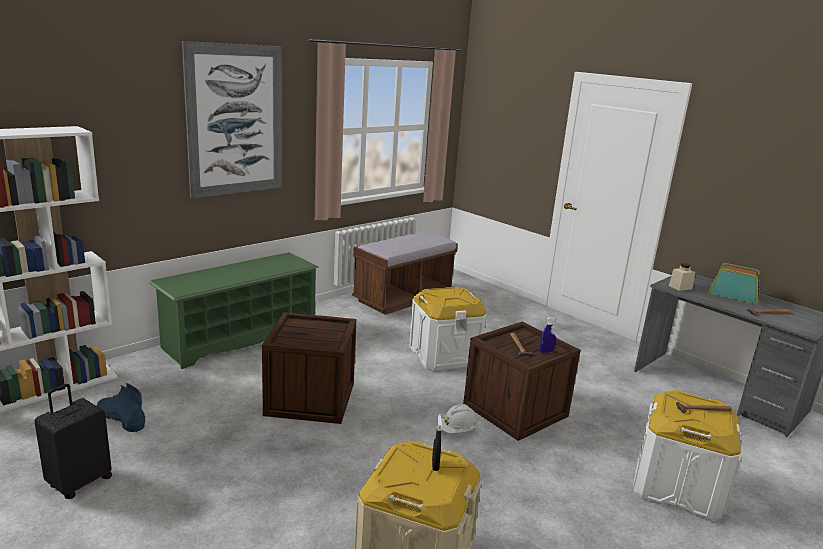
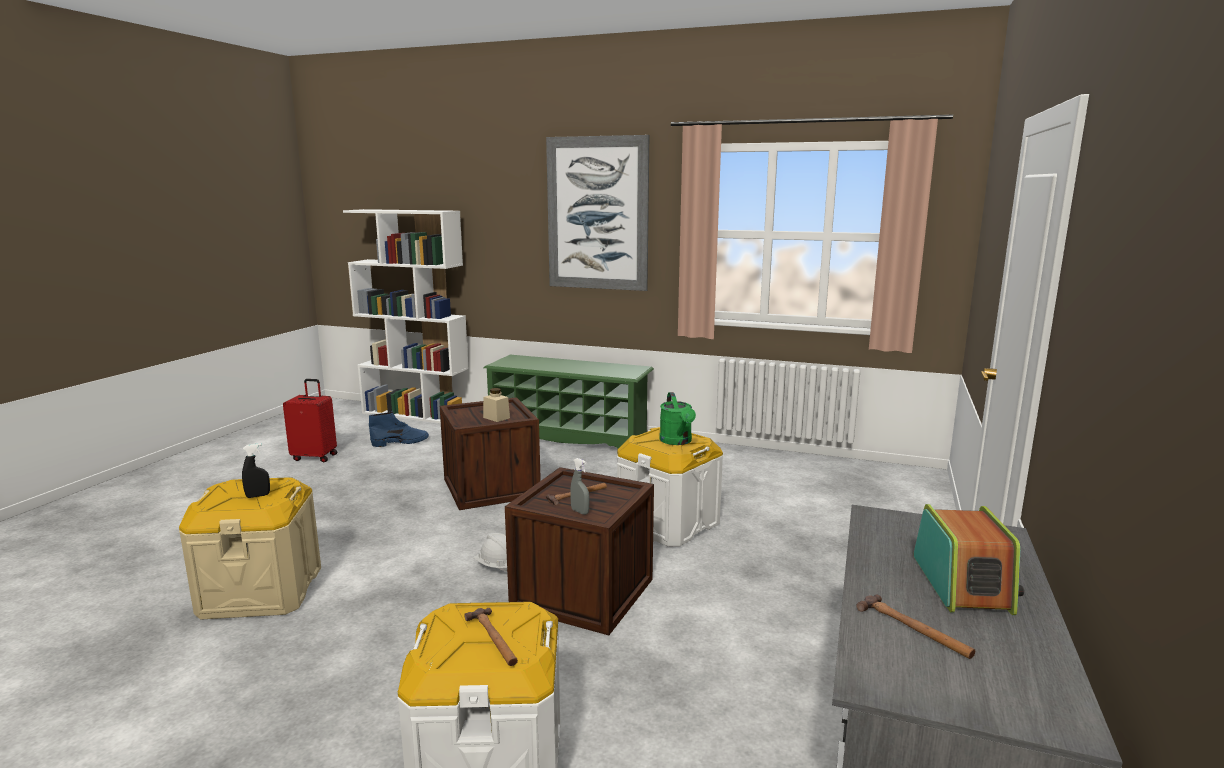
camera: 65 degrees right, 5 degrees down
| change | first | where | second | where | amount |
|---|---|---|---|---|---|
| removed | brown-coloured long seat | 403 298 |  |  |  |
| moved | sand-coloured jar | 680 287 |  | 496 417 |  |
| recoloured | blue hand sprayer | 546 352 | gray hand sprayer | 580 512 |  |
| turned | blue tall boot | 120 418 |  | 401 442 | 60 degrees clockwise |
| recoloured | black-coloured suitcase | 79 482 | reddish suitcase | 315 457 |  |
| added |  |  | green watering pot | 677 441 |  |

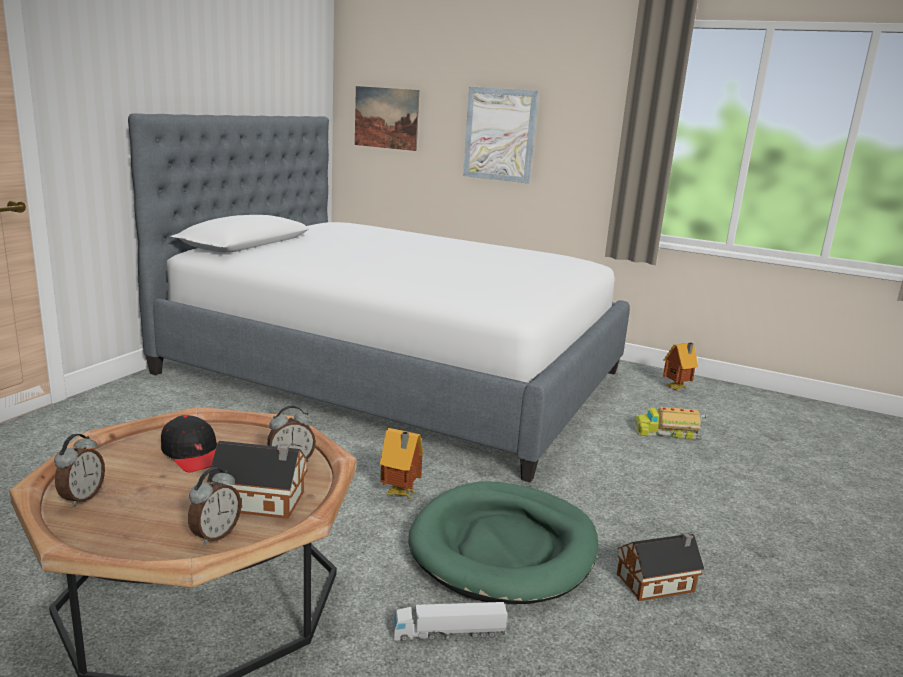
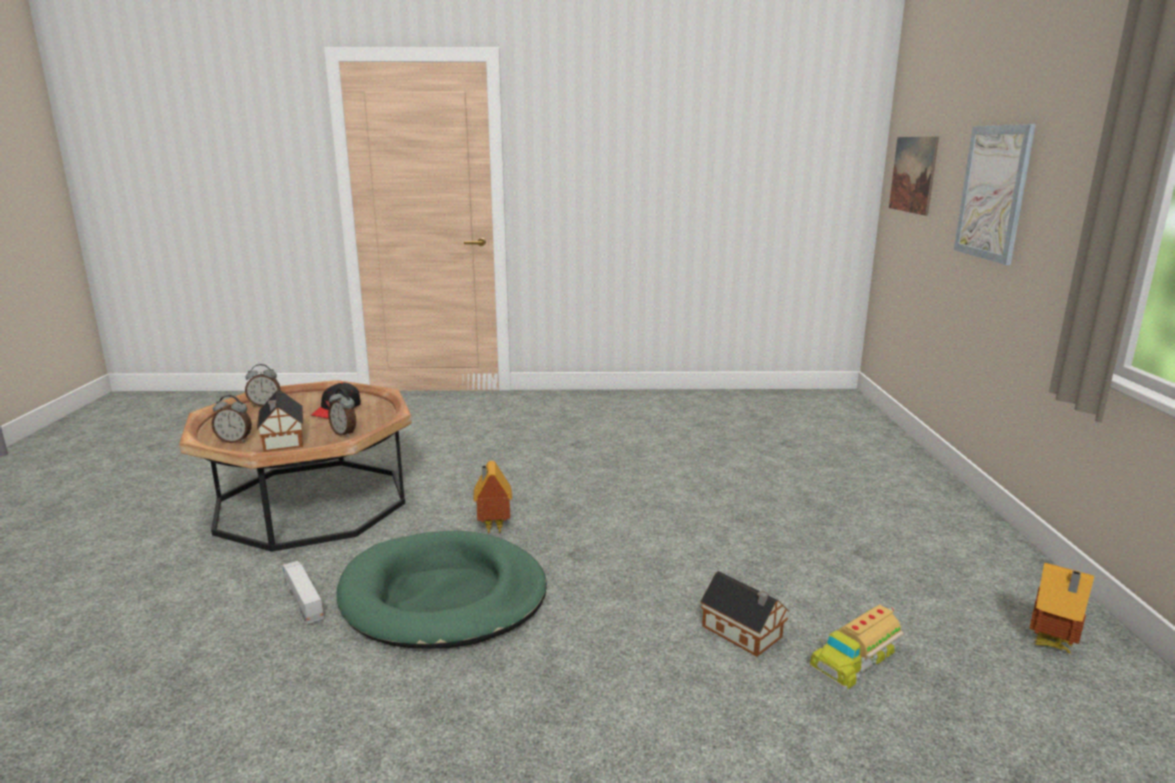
camera: 65 degrees right, 0 degrees up
| change | first | where | second | where | amount |
|---|---|---|---|---|---|
| removed | sleeping bed | 396 372 |  |  |  |
| turned | toy truck | 666 432 |  | 855 657 | 105 degrees counterclockwise |
| moved | model house | 658 582 |  | 744 633 |  |

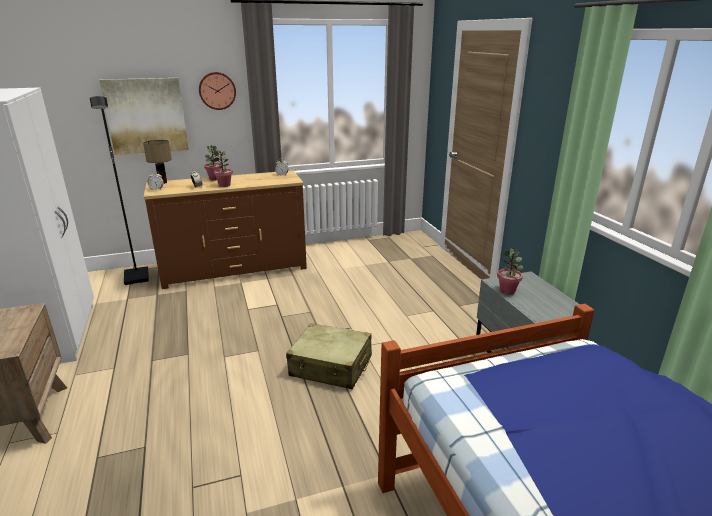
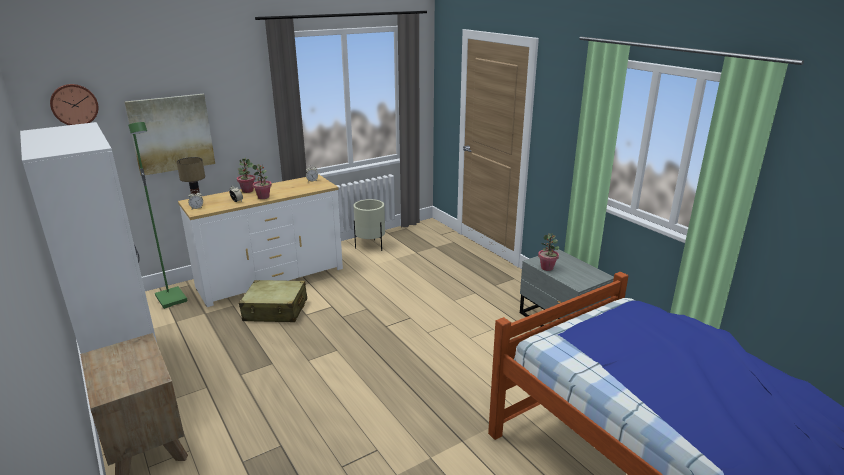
camera: 15 degrees left, 0 degrees up
| change | first | where | second | where | amount |
|---|---|---|---|---|---|
| moved | wall clock | 217 90 |  | 74 104 |  |
| recoloured | black-coloured standing lamp | 137 277 | green standing lamp | 172 299 |  |
| recoloured | brown-coloured dresser | 234 269 | whitish dresser | 271 278 |  |
| moved | sand-coloured suitcase | 331 366 |  | 276 310 |  |
| added |  |  | sand-coloured plant pot | 370 246 |  |

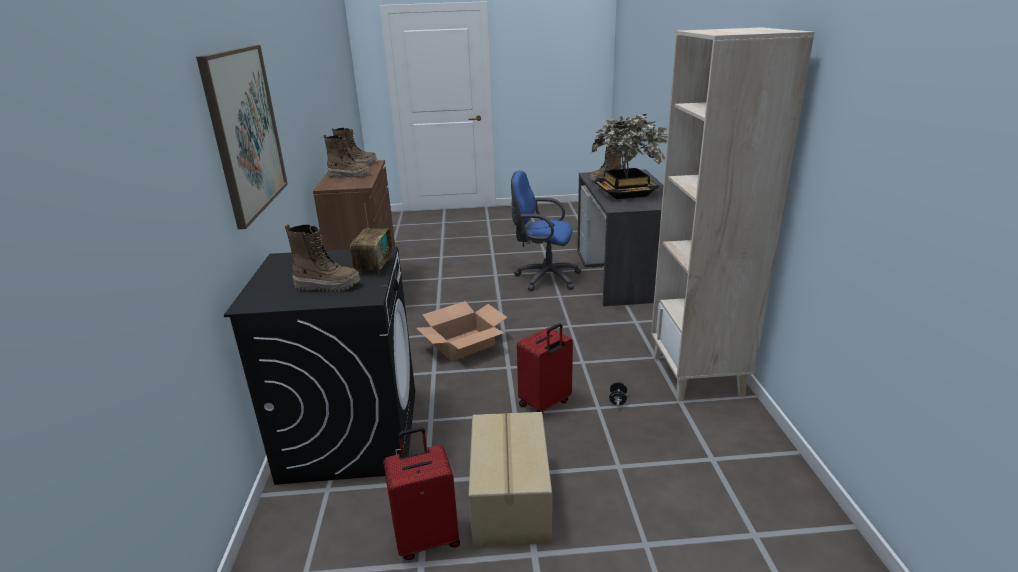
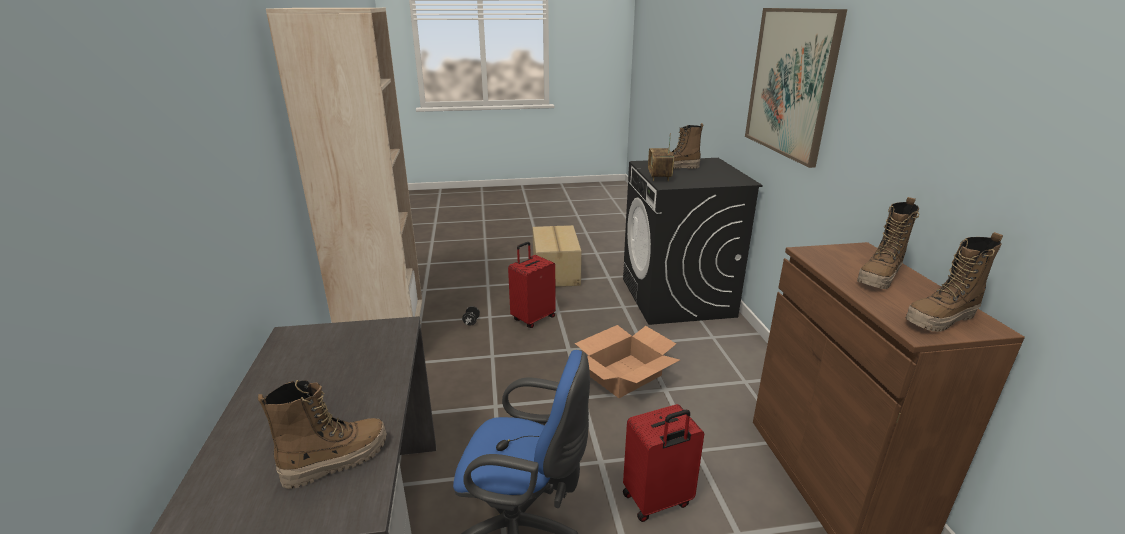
camera: 175 degrees right, 0 degrees up
| change | first | where | second | where | amount |
|---|---|---|---|---|---|
| removed | plant in a pot | 625 193 |  |  |  |
| turned | tall boot | 349 175 |  | 879 278 | 45 degrees counterclockwise |
| moved | reddish suitcase | 427 538 |  | 657 501 |  |

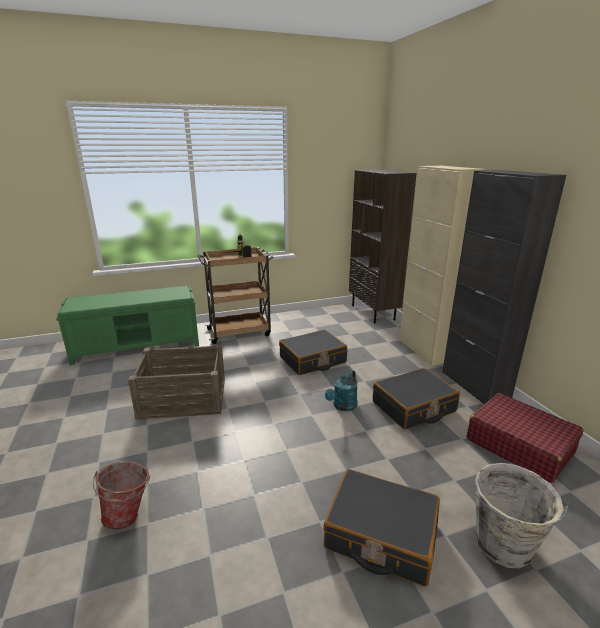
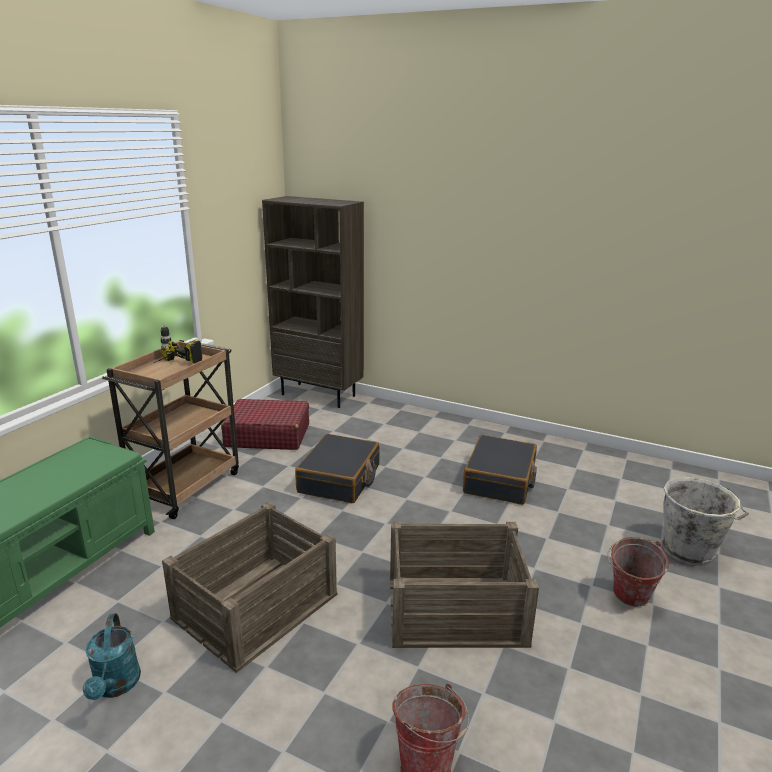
camera: 45 degrees left, 0 degrees up
| change | first | where | second | where | amount |
|---|---|---|---|---|---|
| removed | sand-coloured cabinet | 425 350 |  |  |  |
| removed | black-coloured cabinet | 474 386 |  |  |  |
| moved | turquoise-coloured watering pot | 342 406 |  | 116 686 |  |
| moved | reddish suitcase | 519 445 |  | 267 435 |  |
| replaced | black-coloured suitcase | 380 535 | pail | 628 600 |  |
| added |  |  | crate | 456 610 |  |

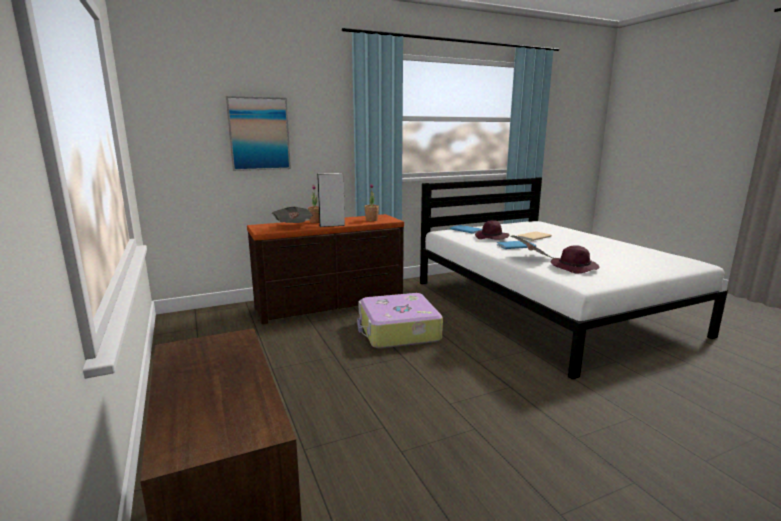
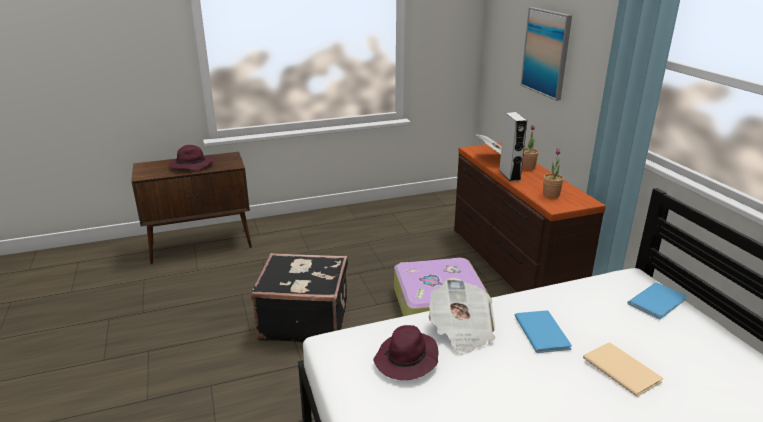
camera: 95 degrees right, 10 degrees up
| change | first | where | second | where | amount |
|---|---|---|---|---|---|
| moved | purplish hat | 492 237 |  | 190 166 |  |
| added |  |  | black-coloured suitcase | 304 320 |  |

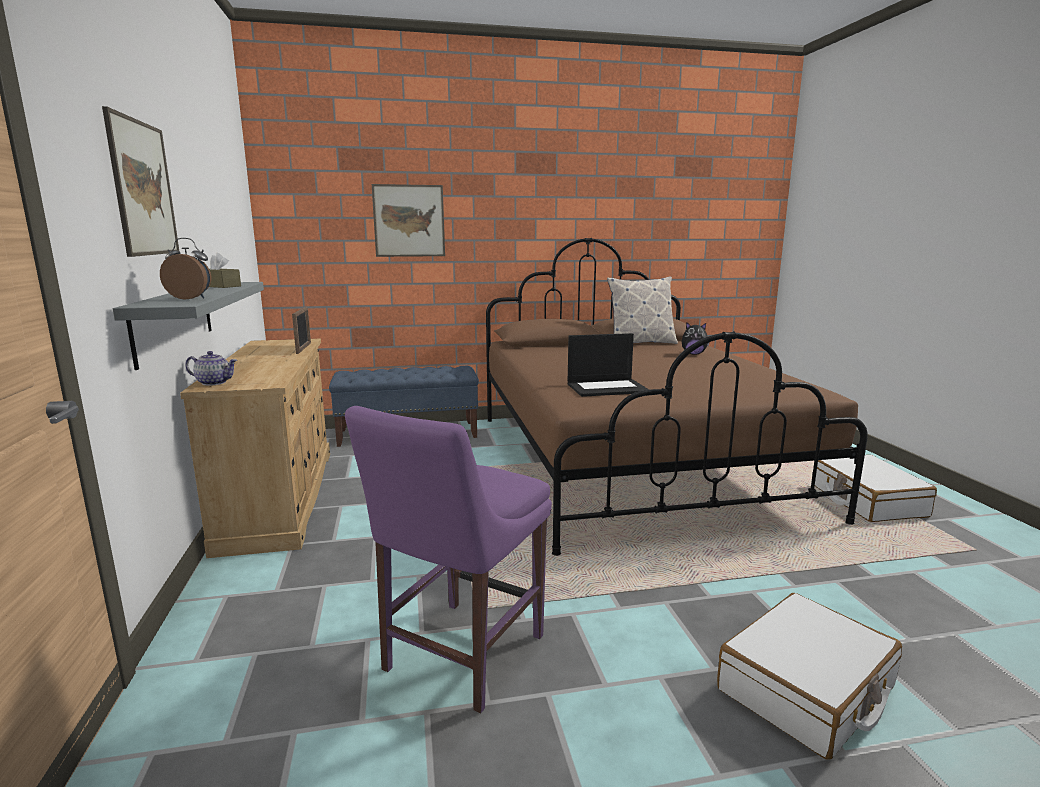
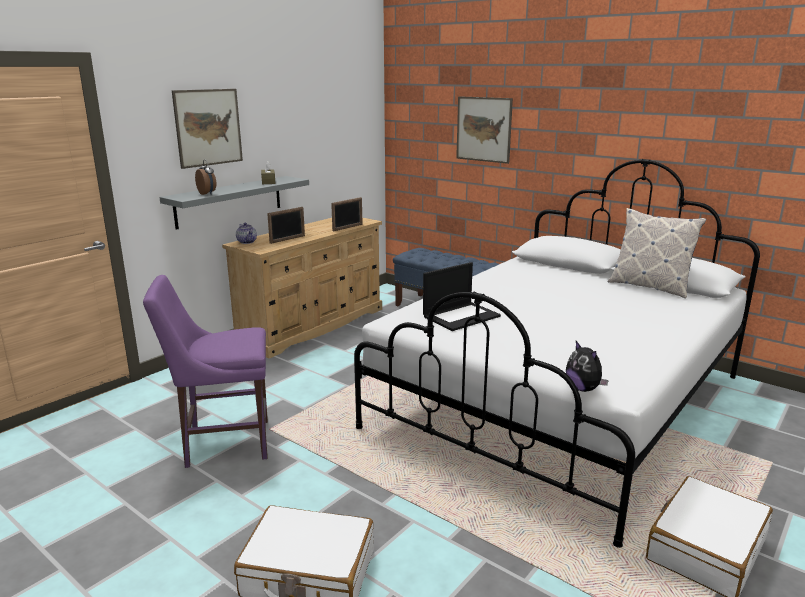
camera: 50 degrees right, 5 degrees up
| change | first | where | second | where | amount |
|---|---|---|---|---|---|
| recoloured | brown-coloured sleeping bed | 631 462 | whitish sleeping bed | 561 402 |  |
| moved | cuddly toy | 693 354 |  | 583 389 |  |
| turned | portable computer | 607 388 |  | 461 316 | 75 degrees counterclockwise |
| added |  |  | standing frame | 287 239 |  |

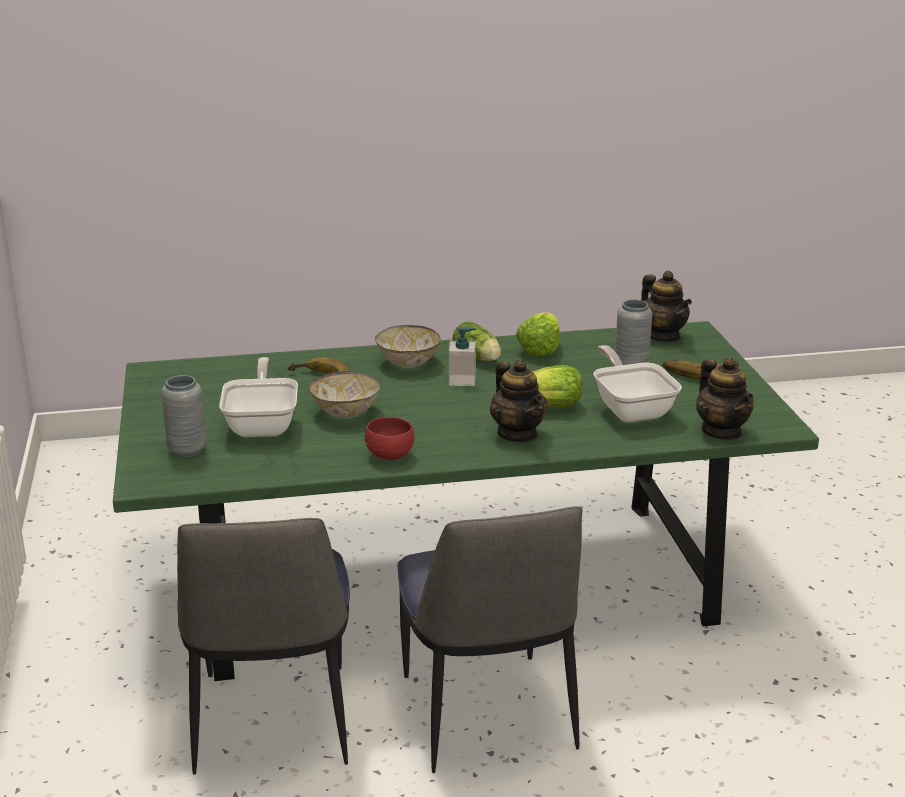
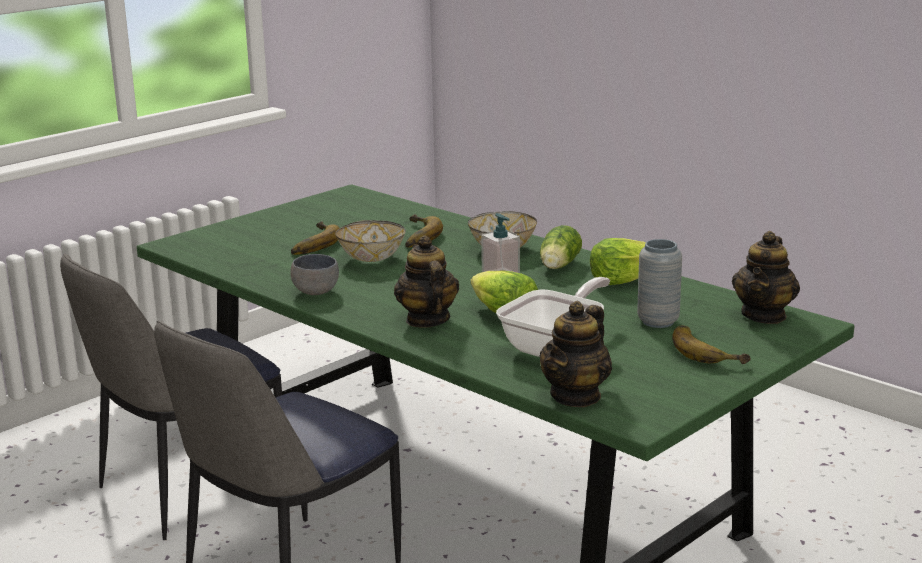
camera: 55 degrees right, 5 degrees down
| change | first | where | second | where | amount |
|---|---|---|---|---|---|
| replaced | frying pan | 263 424 | whole banana | 310 243 |  |
| turned | teapot | 518 434 |  | 427 320 | 135 degrees clockwise |
| removed | gray decorative vase | 187 450 |  |  |  |
| recoloured | reddish bowl | 391 455 | gray bowl | 317 292 |  |

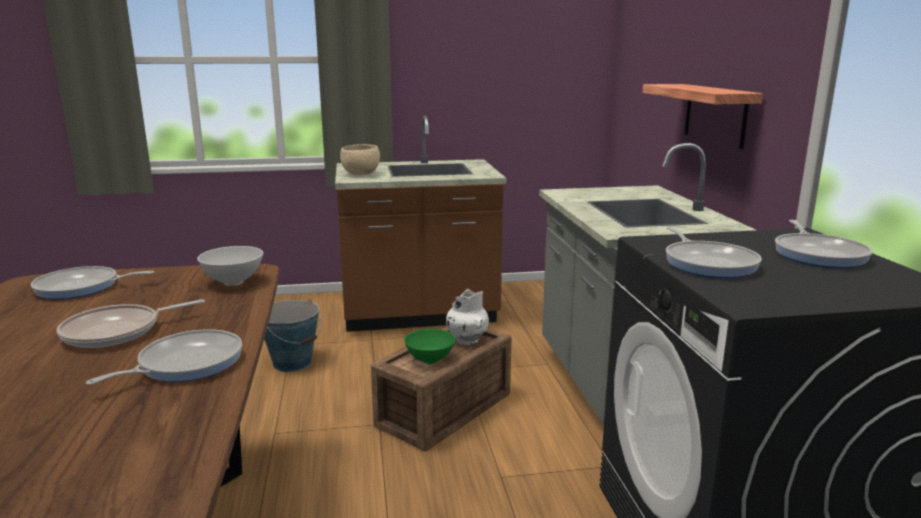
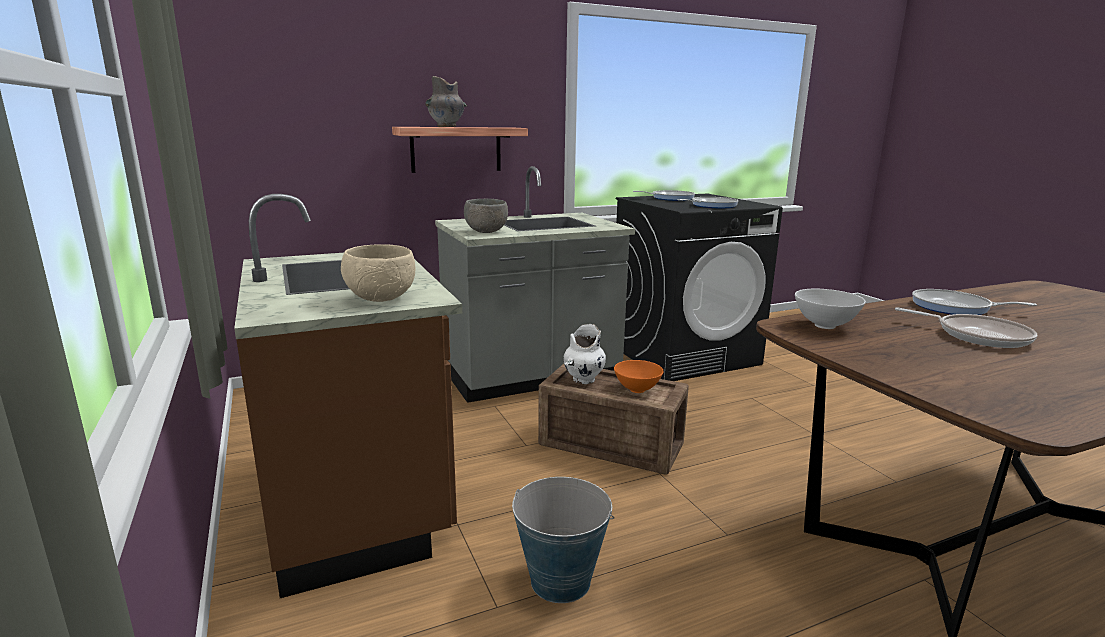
camera: 105 degrees left, 0 degrees up
| change | first | where | second | where | amount |
|---|---|---|---|---|---|
| removed | frying pan | 81 287 |  |  |  |
| recoloured | green bowl | 429 360 | orange-coloured bowl | 637 390 |  |
| added |  |  | gray decorative vase | 447 126 |  |
| added |  |  | gray bowl | 485 232 |  |

